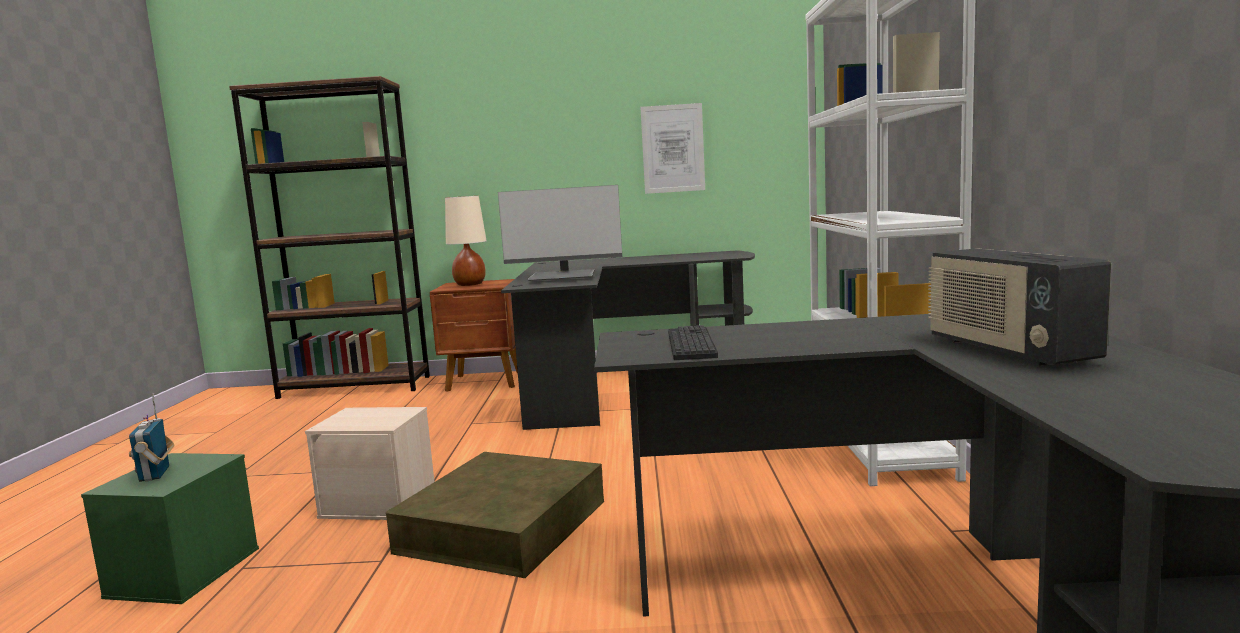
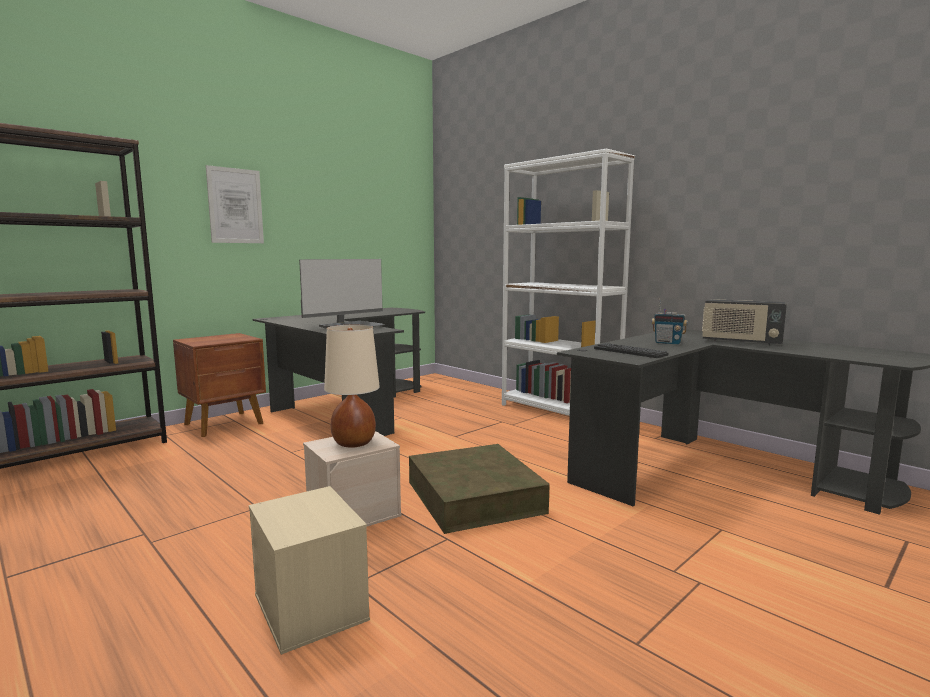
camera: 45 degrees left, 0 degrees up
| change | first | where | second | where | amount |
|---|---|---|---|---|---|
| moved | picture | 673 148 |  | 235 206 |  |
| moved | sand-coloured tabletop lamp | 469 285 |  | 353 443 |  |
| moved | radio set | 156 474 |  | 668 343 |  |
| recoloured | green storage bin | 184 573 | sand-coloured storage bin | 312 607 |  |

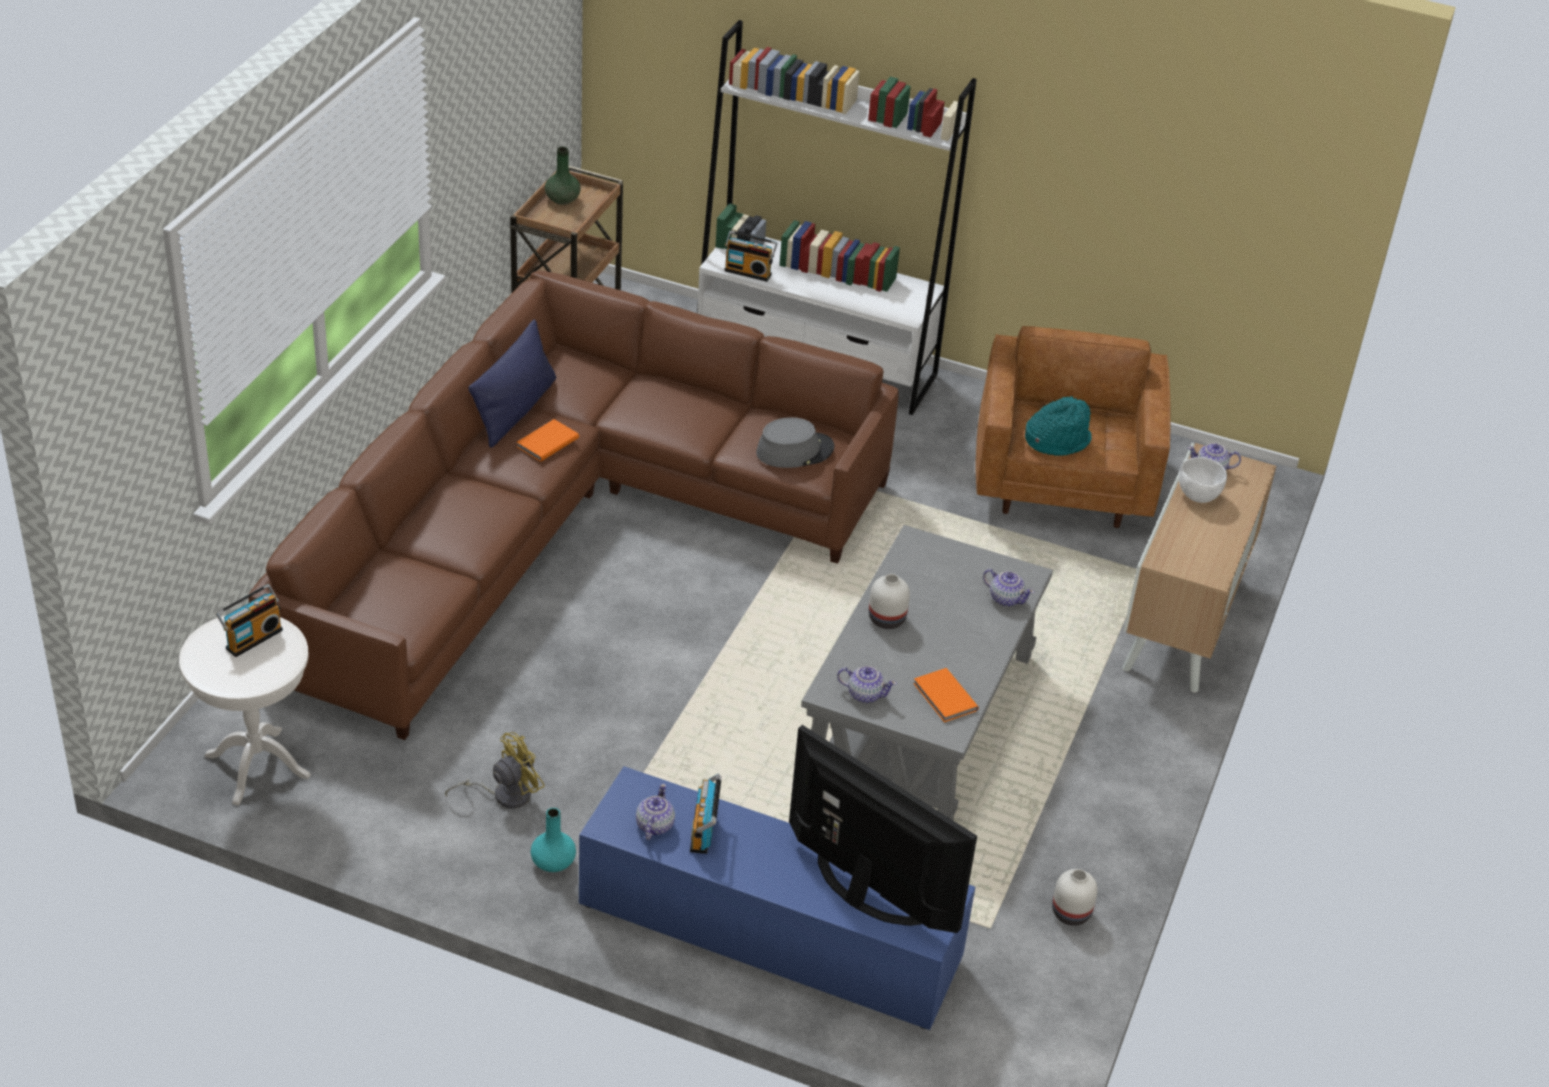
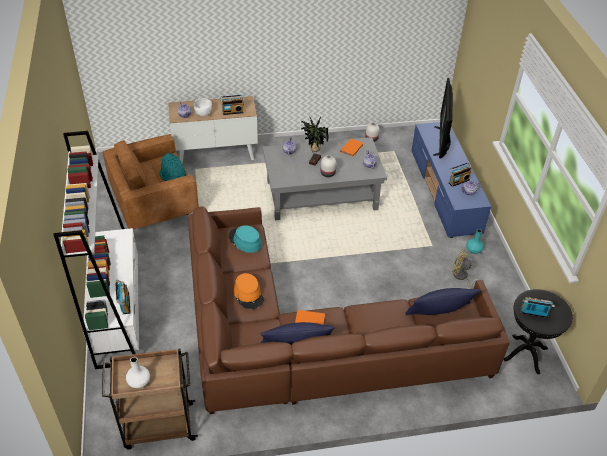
camera: 120 degrees left, 5 degrees up
| change | first | where | second | where | amount |
|---|---|---|---|---|---|
| recoloured | green decorative vase | 562 199 | whitish decorative vase | 139 381 |  |
| recoloured | gray hat | 794 450 | turquoise-coloured hat | 245 241 |  |
| recoloured | whitish accent table | 257 766 | black-coloured accent table | 525 354 |  |
| added |  |  | radio set | 232 111 |  |
| added |  |  | plant in a pot | 313 160 |  |
| added |  |  | orange-coloured hat | 248 294 |  |
| added |  |  | blue cushion | 439 312 |  |

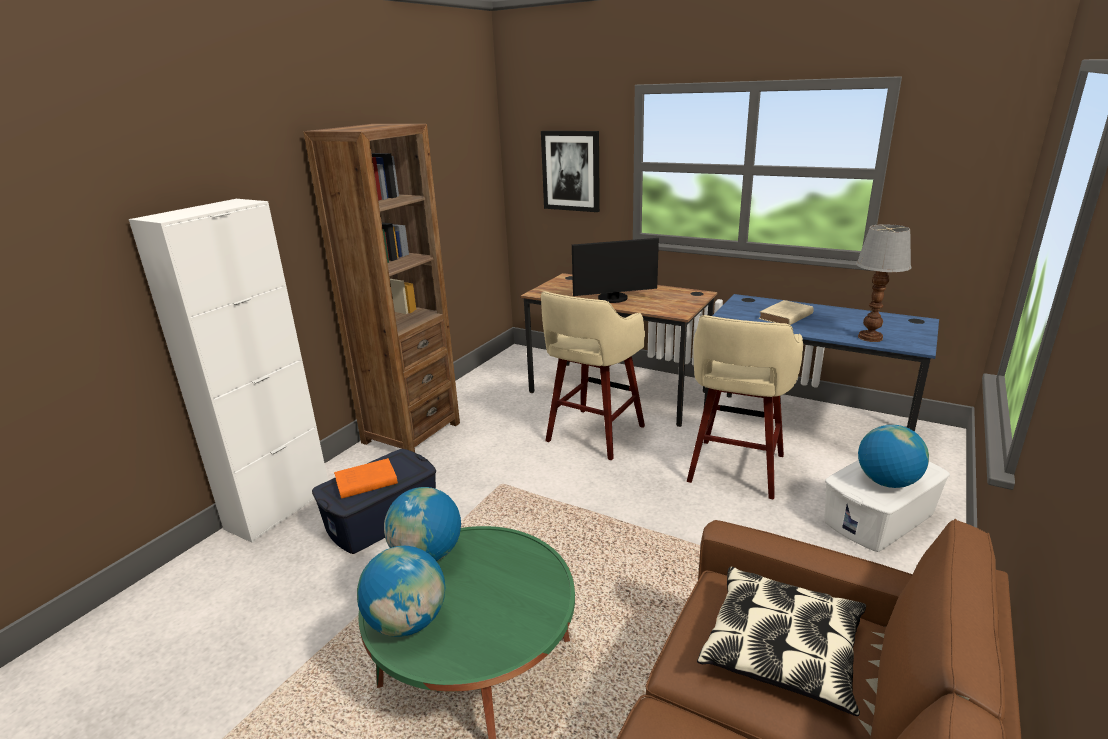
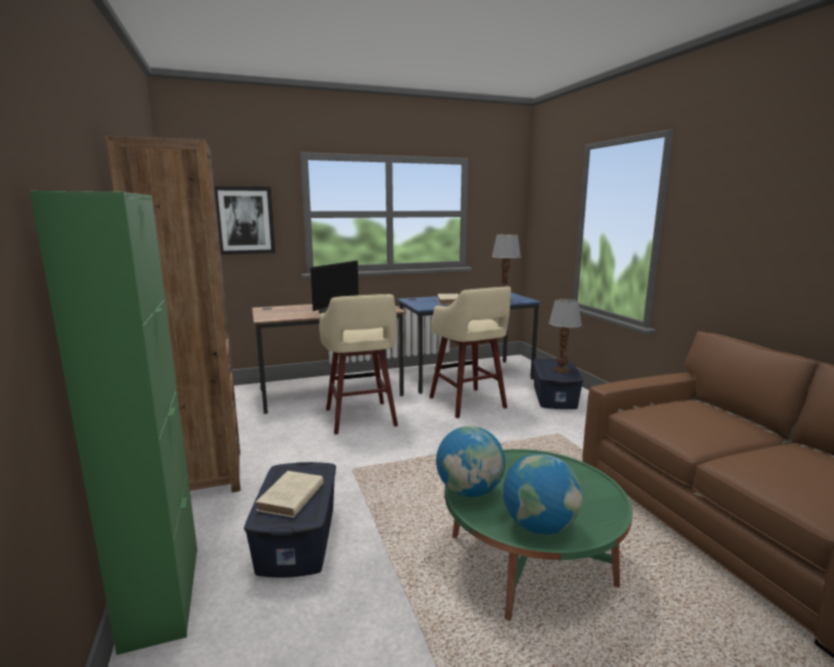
camera: 50 degrees left, 10 degrees down
| change | first | where | second | where | amount |
|---|---|---|---|---|---|
| recoloured | whitish cabinet | 279 509 | green cabinet | 162 595 |  |
| replaced | desk globe | 886 482 | tabletop lamp | 561 371 |  |
| recoloured | orange-coloured bound book | 364 482 | sand-coloured bound book | 290 498 |  |
| recoloured | whitish storage bin | 880 518 | blue storage bin | 554 396 |  |
| removed | cushion | 782 648 |  |  |  |

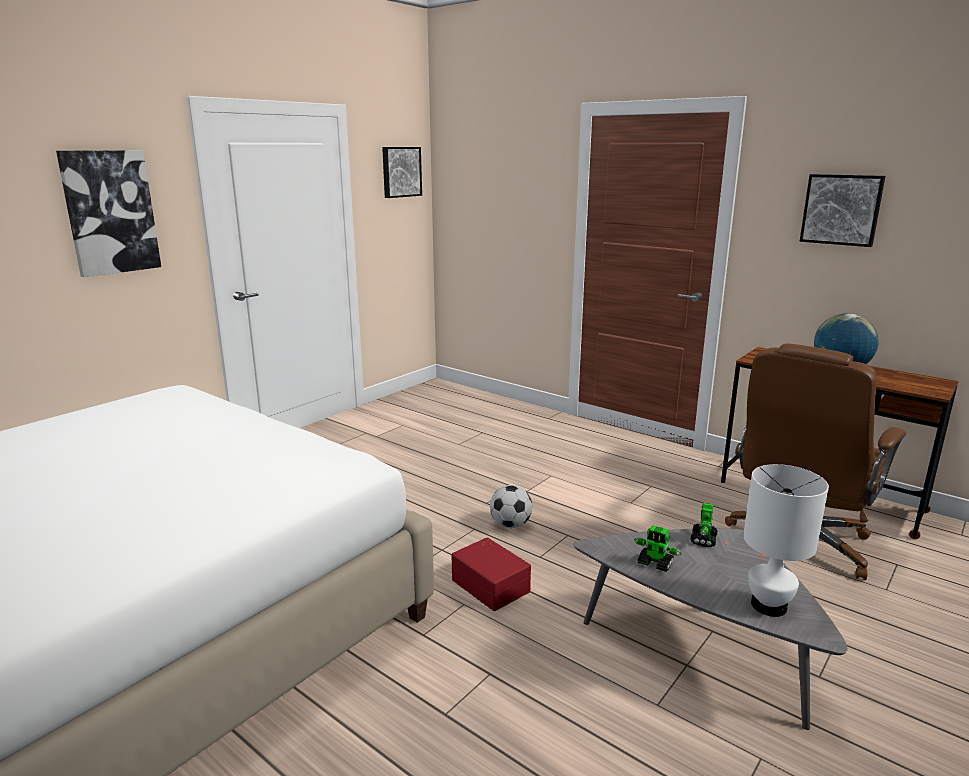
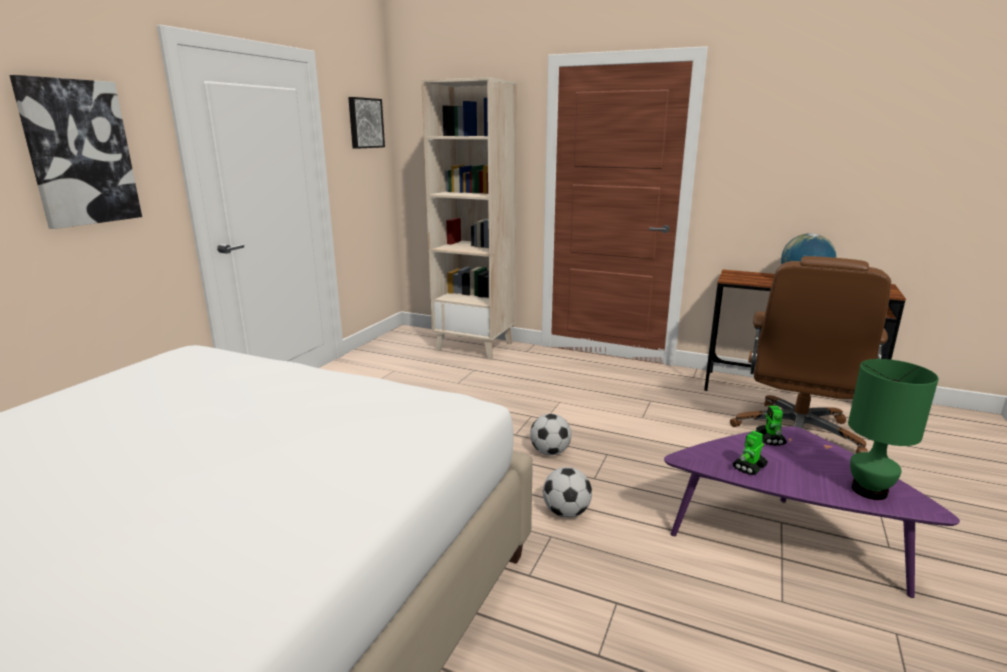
camera: 15 degrees left, 0 degrees up
| change | first | where | second | where | amount |
|---|---|---|---|---|---|
| removed | picture | 841 209 |  |  |  |
| recoloured | whitish tabletop lamp | 768 606 | green tabletop lamp | 868 491 |  |
| turned | toy robot | 655 564 |  | 749 467 | 120 degrees clockwise |
| recoloured | gray low table | 700 649 | purplish low table | 783 541 |  |
| replaced | reddish storage bin | 491 584 | ball for football | 566 512 |  |
| added |  |  | sand-coloured shelving unit | 475 346 |  |

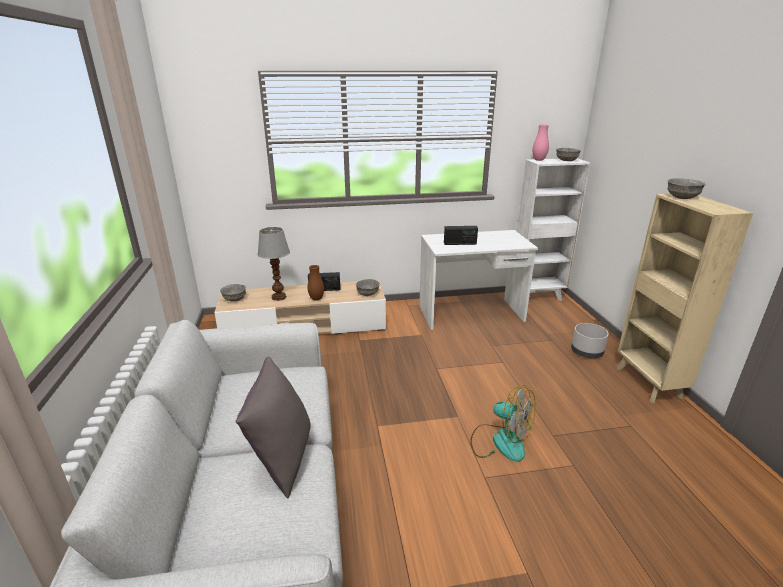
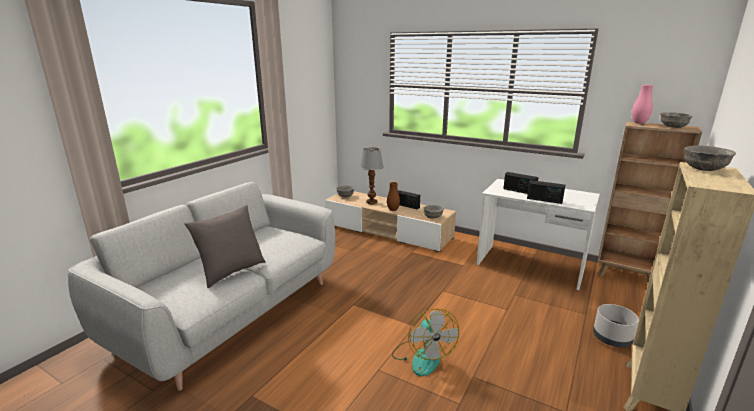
camera: 40 degrees right, 5 degrees down
| change | first | where | second | where | amount |
|---|---|---|---|---|---|
| recoloured | whitish shelving unit | 537 296 | brown-coloured shelving unit | 626 276 |  |
| added |  |  | radio set | 544 200 |  |

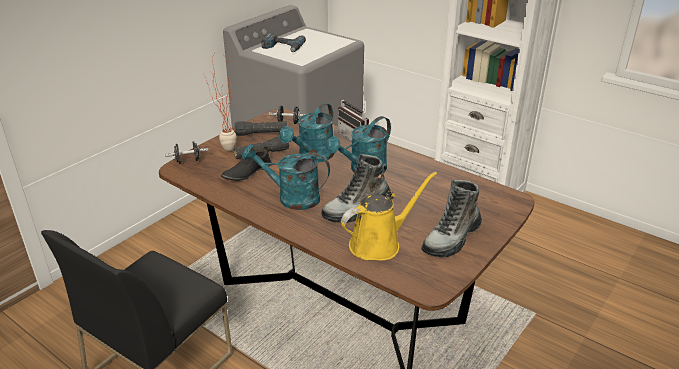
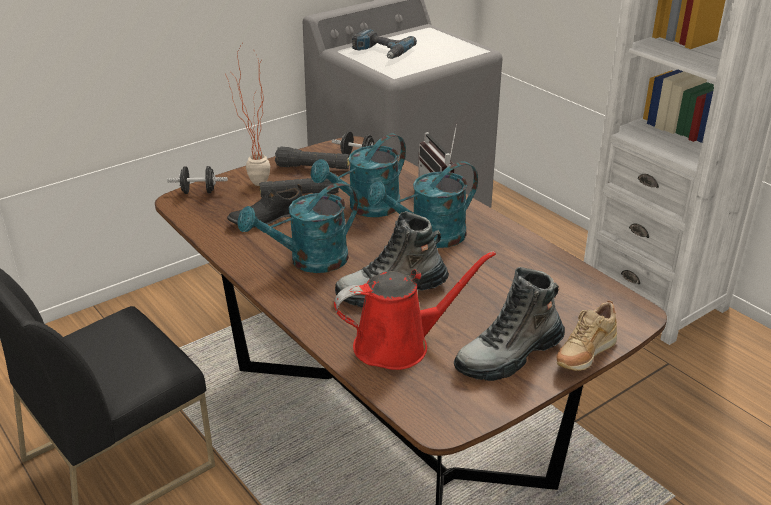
camera: 15 degrees right, 0 degrees up
| change | first | where | second | where | amount |
|---|---|---|---|---|---|
| turned | turquoise-coloured watering pot | 291 198 |  | 309 261 | 60 degrees counterclockwise |
| recoloured | yellow-coloured watering pot | 379 244 | reddish watering pot | 399 345 |  |
| added |  |  | sand-coloured shoe | 584 356 |  |

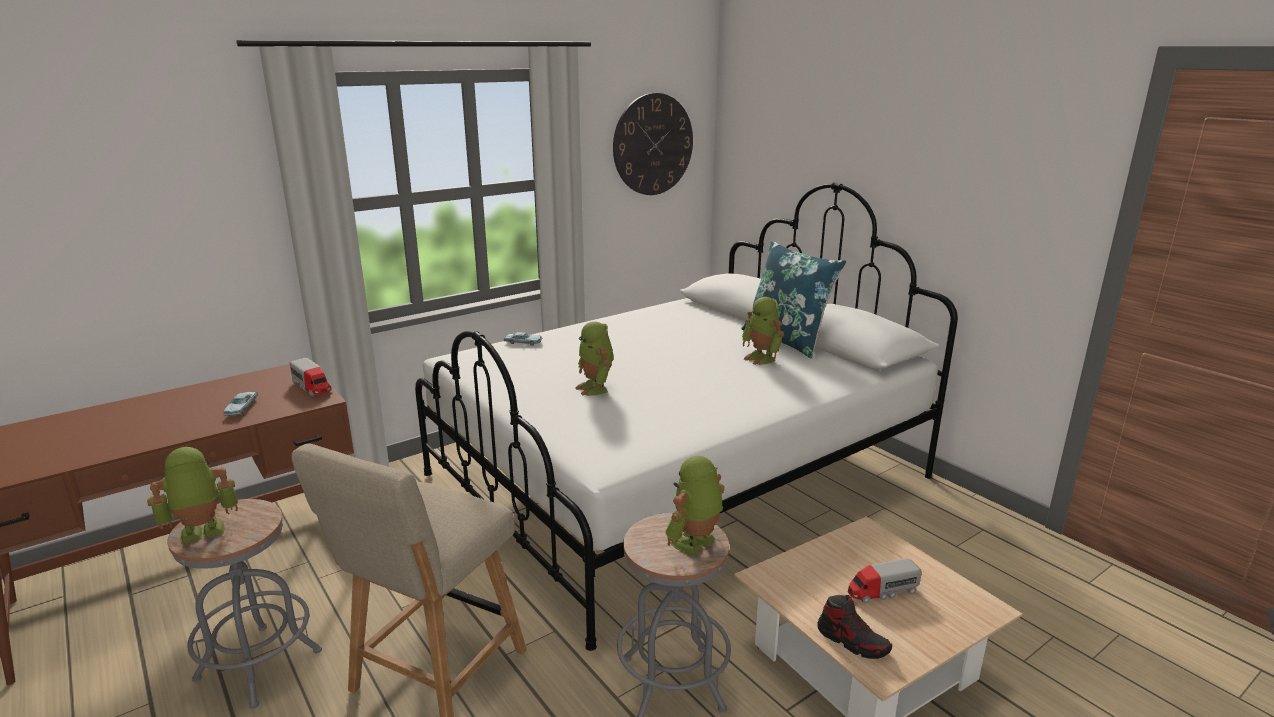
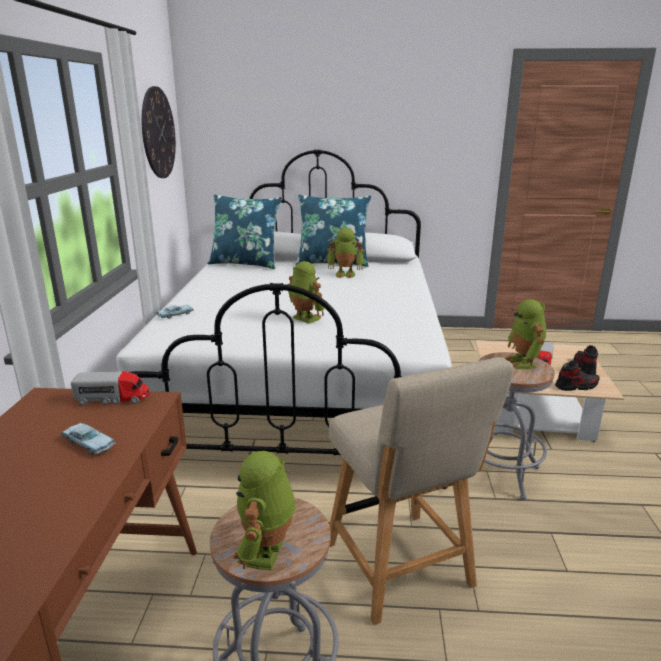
camera: 50 degrees left, 0 degrees up
| change | first | where | second | where | amount |
|---|---|---|---|---|---|
| turned | toy robot | 596 388 |  | 304 319 | 150 degrees counterclockwise |
| added |  |  | blue cushion | 245 263 |  |
| added |  |  | shoe | 584 368 |  |

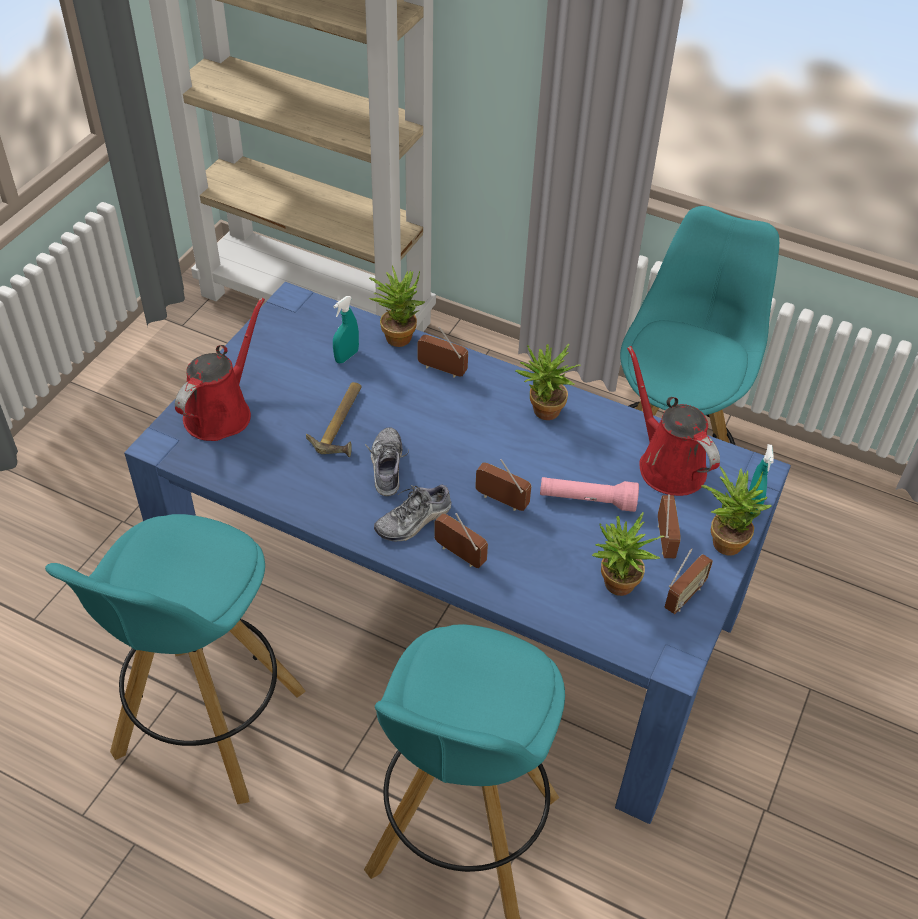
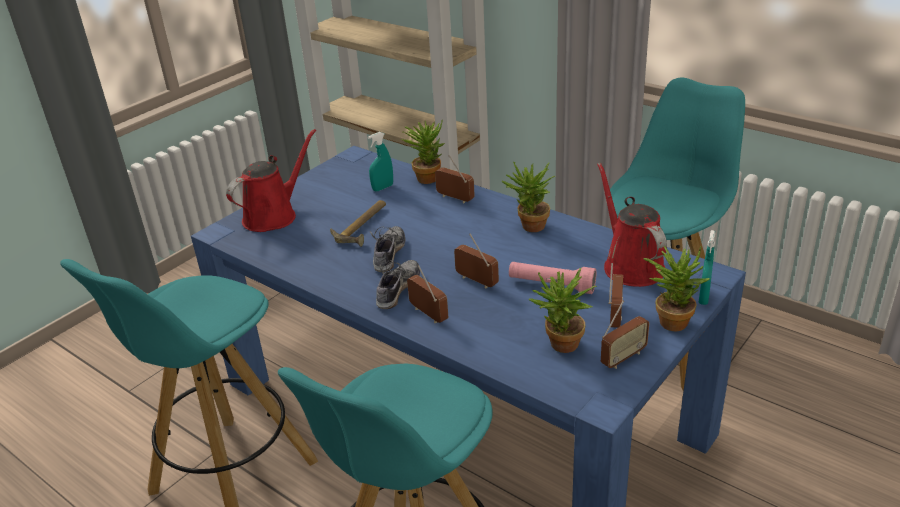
camera: 15 degrees right, 15 degrees down
| change | first | where | second | where | amount |
|---|---|---|---|---|---|
| turned | shoe | 414 521 |  | 397 290 | 135 degrees clockwise |

